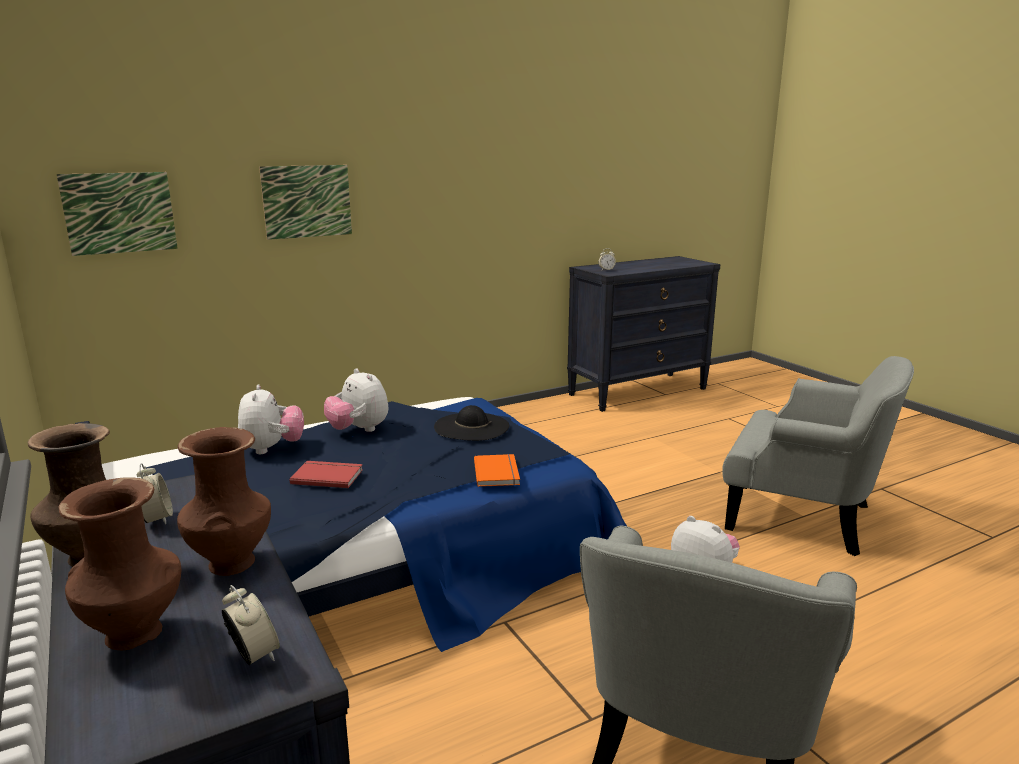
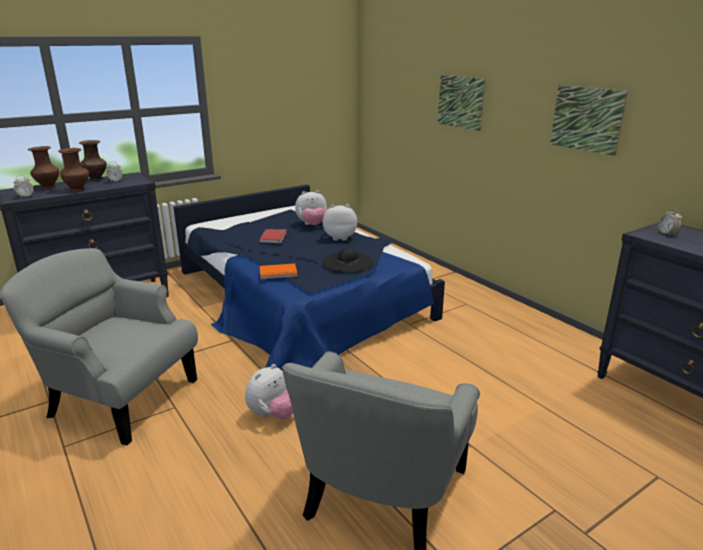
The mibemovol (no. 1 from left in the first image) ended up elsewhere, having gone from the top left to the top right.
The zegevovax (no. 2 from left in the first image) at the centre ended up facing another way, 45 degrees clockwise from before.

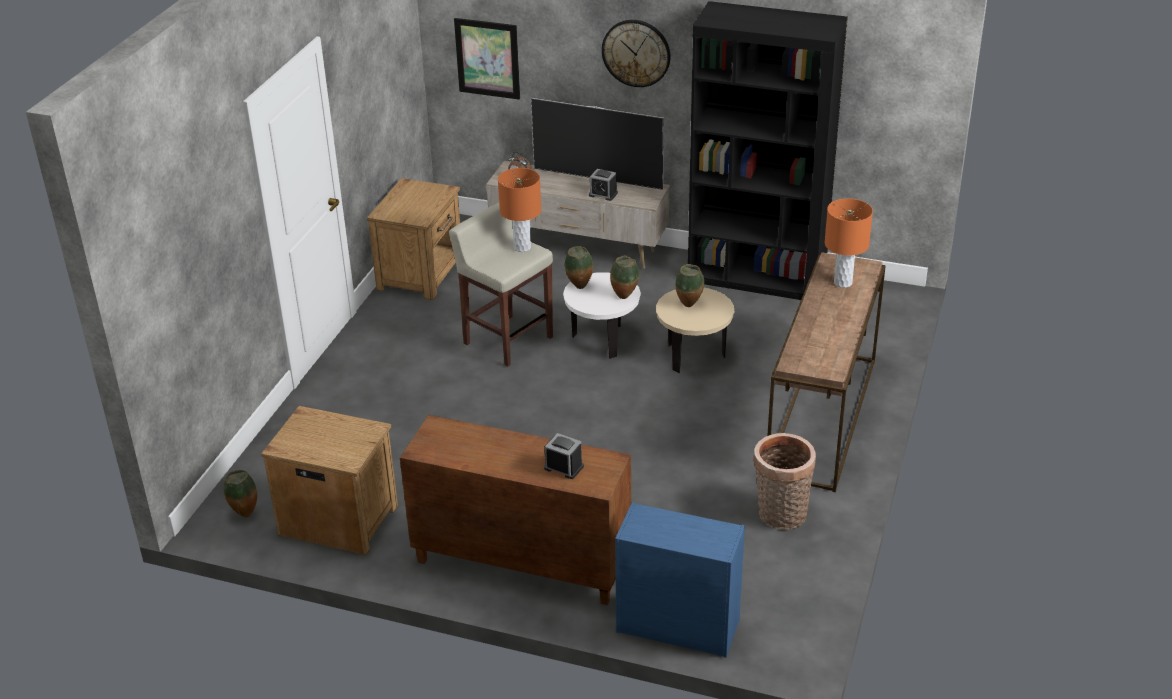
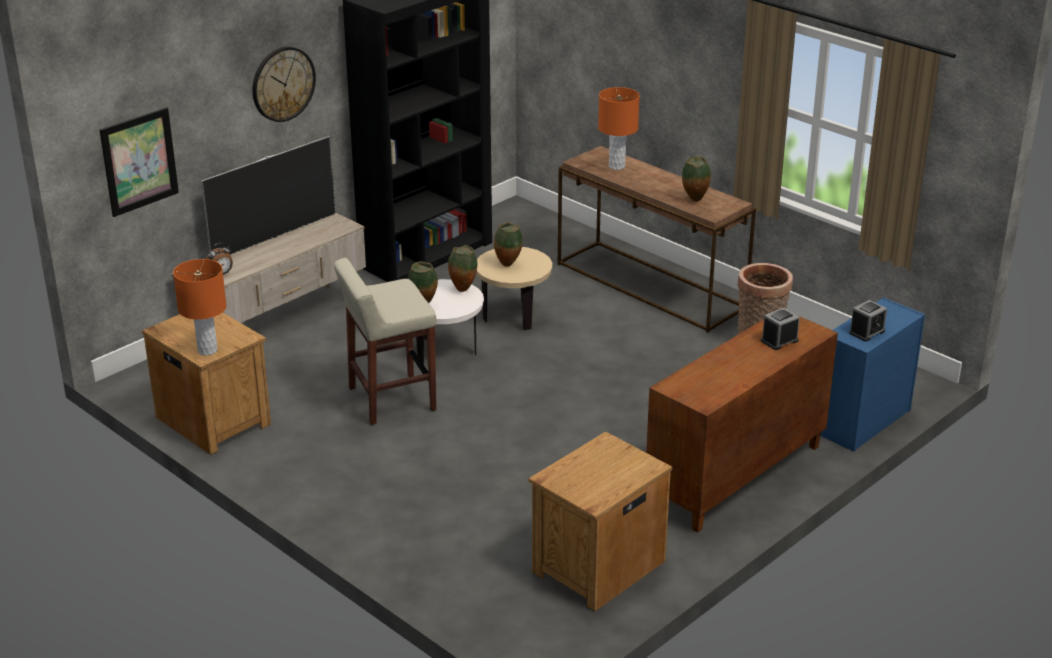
The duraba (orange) (no. 1 from left) ended up elsewhere, having gone from the top centre to the middle left.
The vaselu (no. 3 from left) ended up elsewhere, having gone from the top centre to the middle right.
The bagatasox (no. 1 from left in the first image) ended up elsewhere, having gone from the bottom left to the top centre.

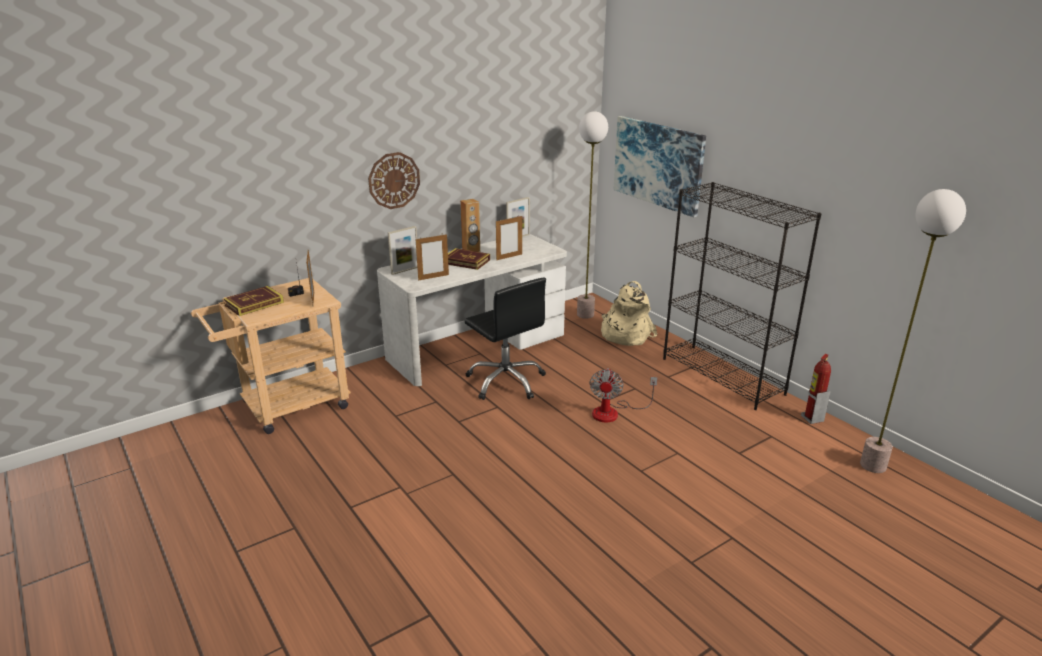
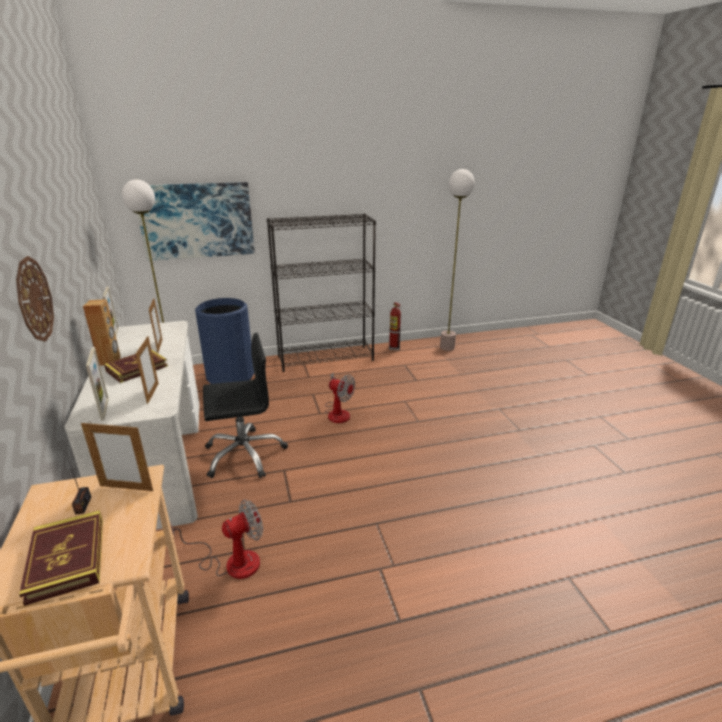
Where the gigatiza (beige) stood at the centre, the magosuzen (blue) came to stand at the middle left.
The second view gained the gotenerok (no. 1 from left) at the bottom left.

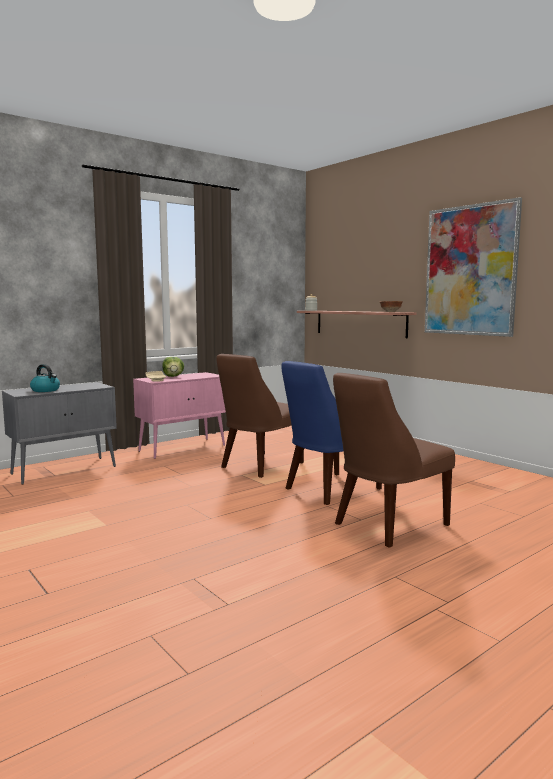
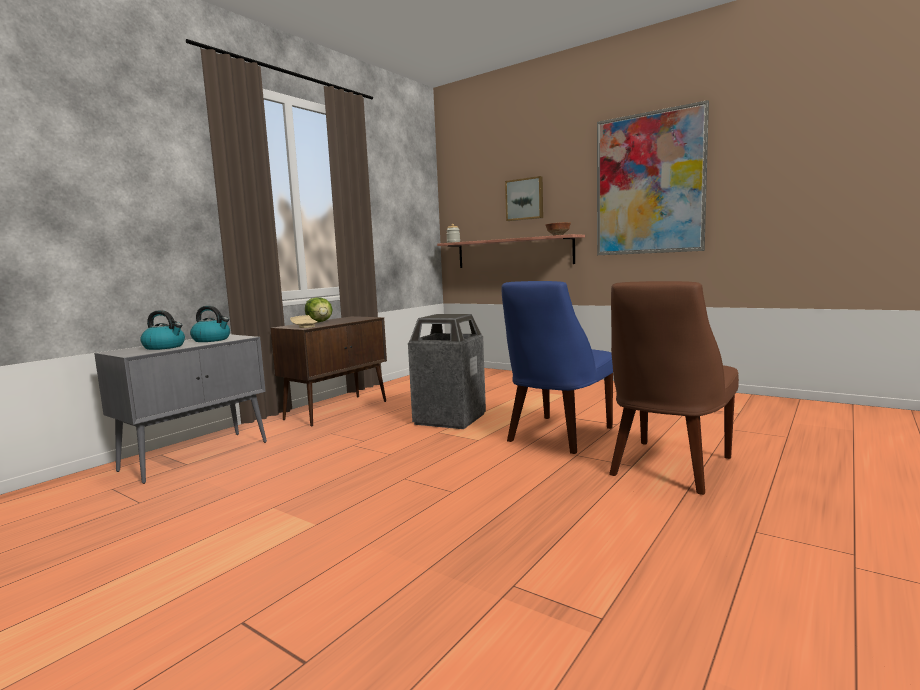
Where the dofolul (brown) (no. 1 from left) stood at the centre, the magosuzen came to stand at the centre.
What was the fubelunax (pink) at the middle left turned into the fubelunax (brown) at the centre.
The second view gained the mibemovol (no. 1 from left) at the top centre.
The second view gained the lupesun (no. 2 from left) at the middle left.

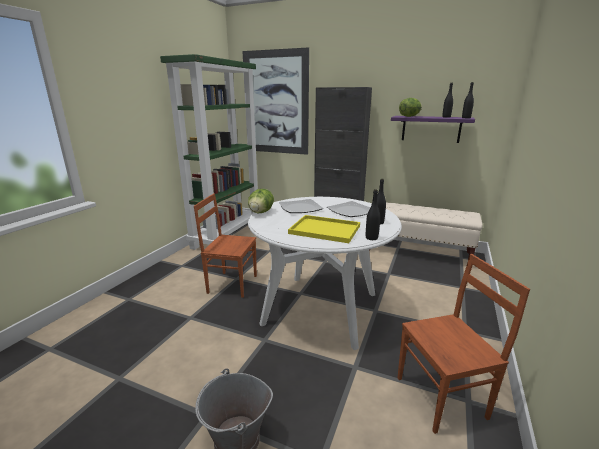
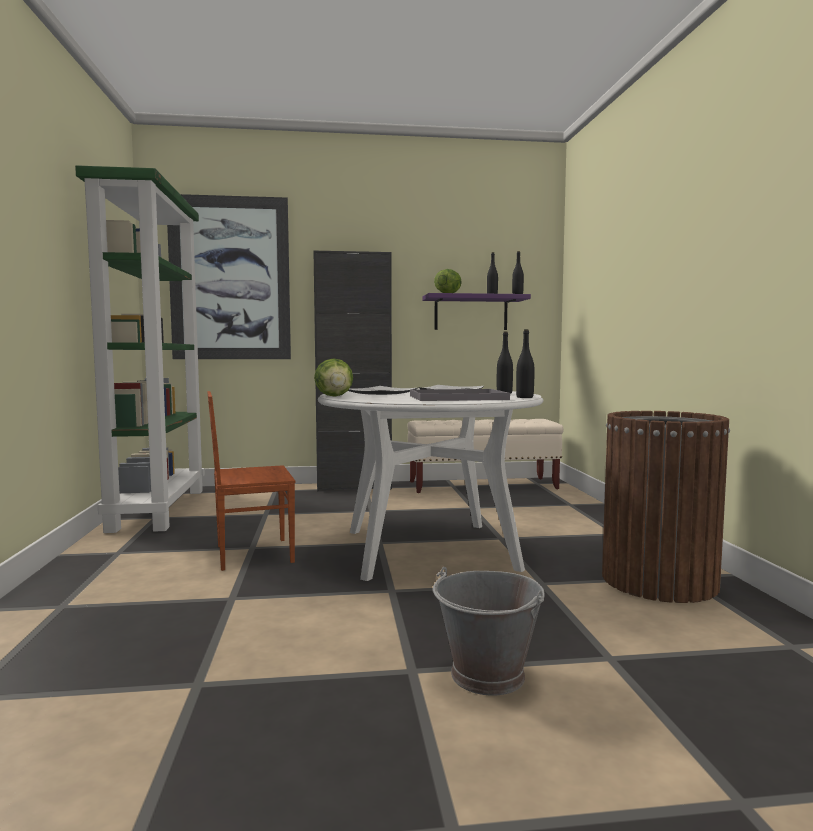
What was the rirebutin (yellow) at the centre turned into the rirebutin (grey) at the centre.
Where the dofolul (brown) (no. 2 from left) stood at the bottom right, the magosuzen (brown) came to stand at the middle right.

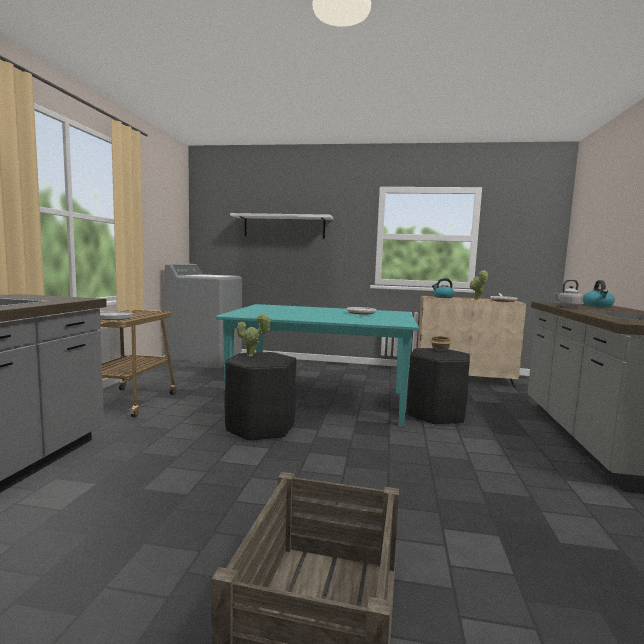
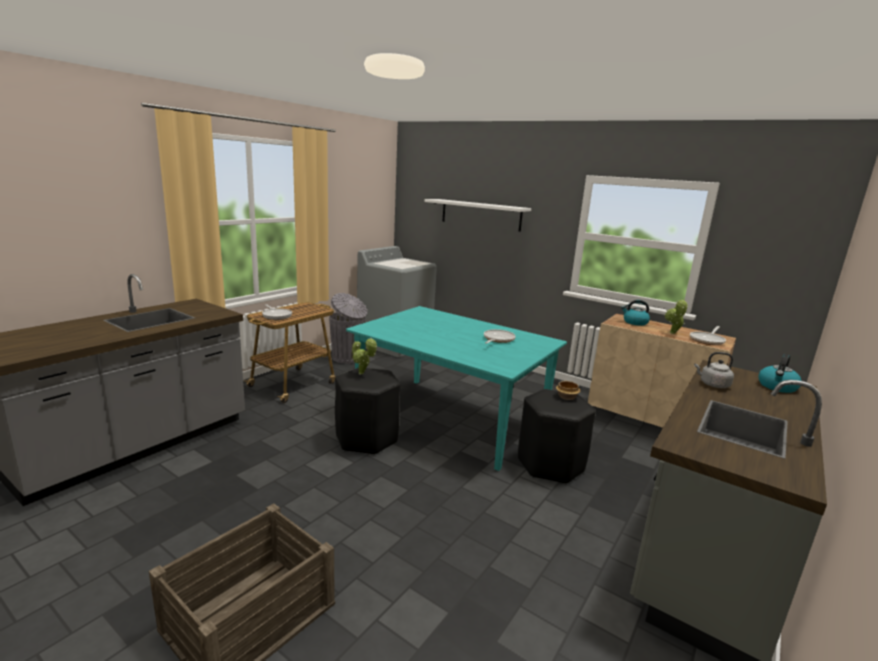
The second view gained the magosuzen (grey) at the centre.

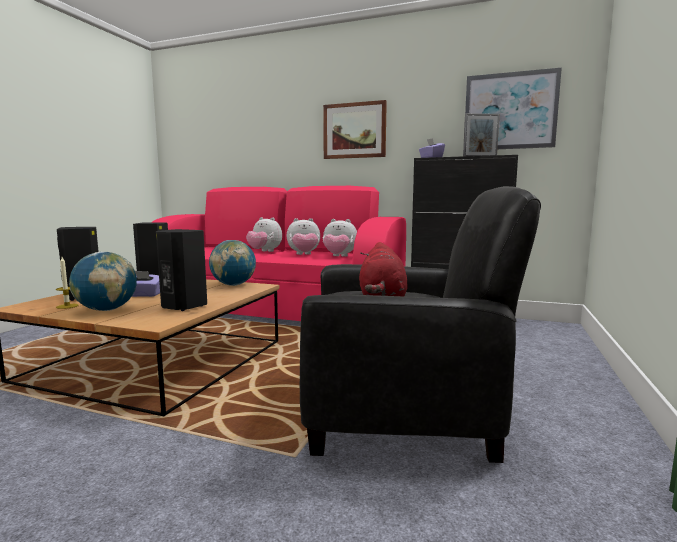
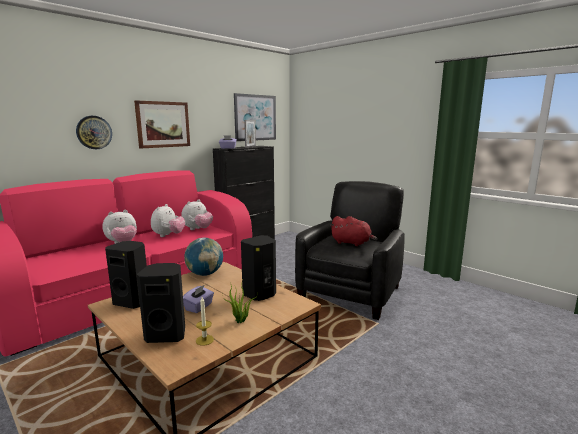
Where the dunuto (no. 1 from left) stood at the middle left, the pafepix came to stand at the bottom centre.
The second view gained the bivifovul at the top left.

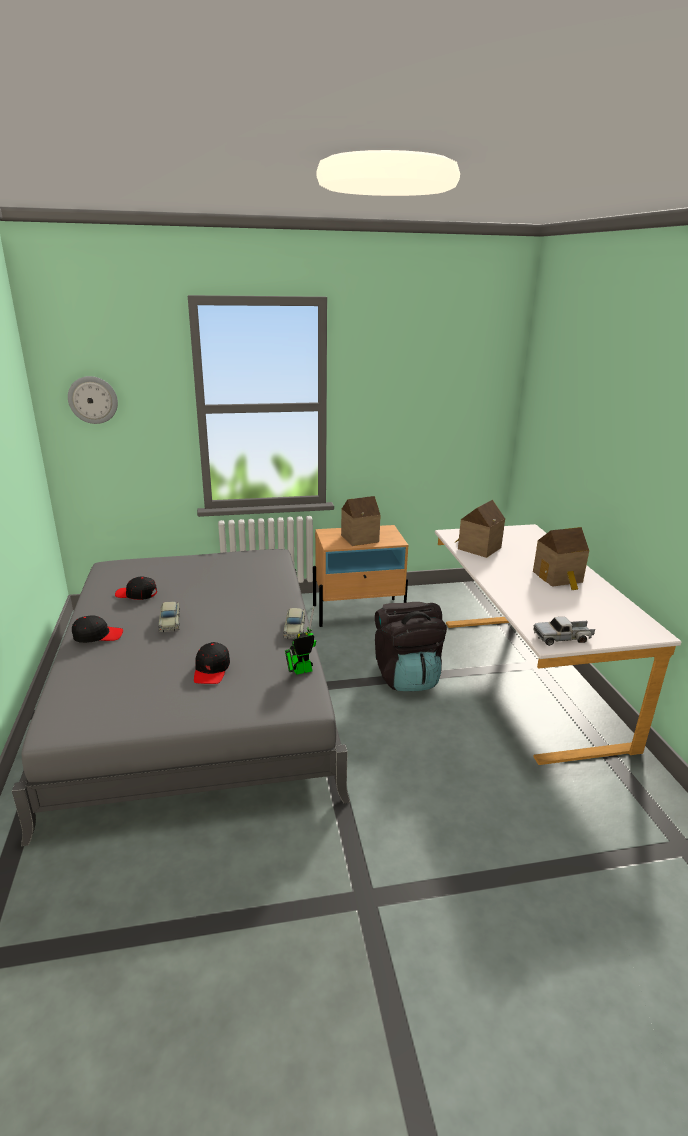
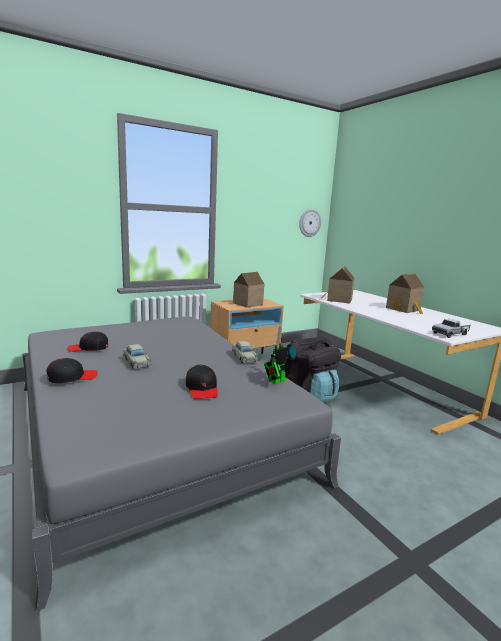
The bivifovul ended up elsewhere, having gone from the middle left to the centre.

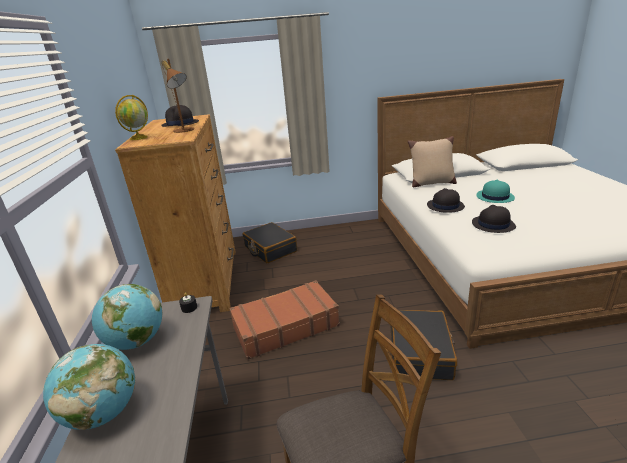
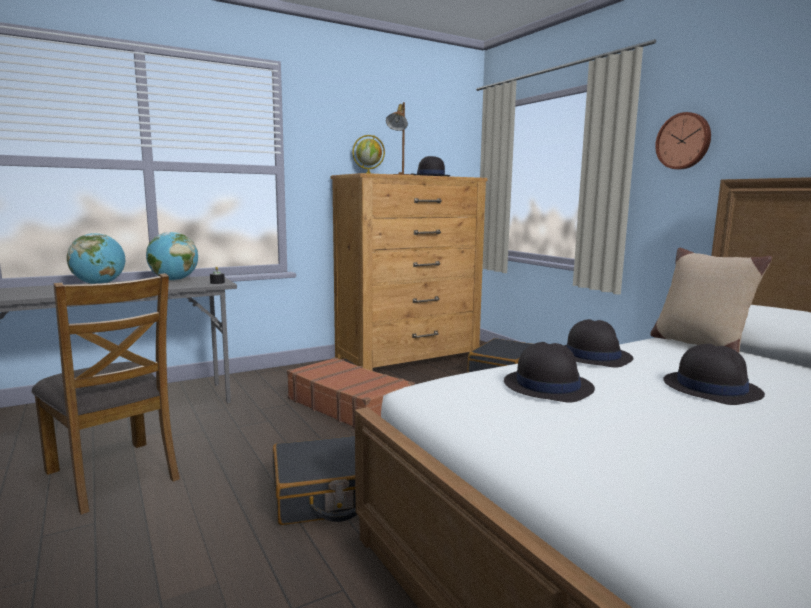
What was the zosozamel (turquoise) at the middle right turned into the zosozamel (black) (no. 4 from left) at the middle right.
The second view gained the bivifovul at the top right.

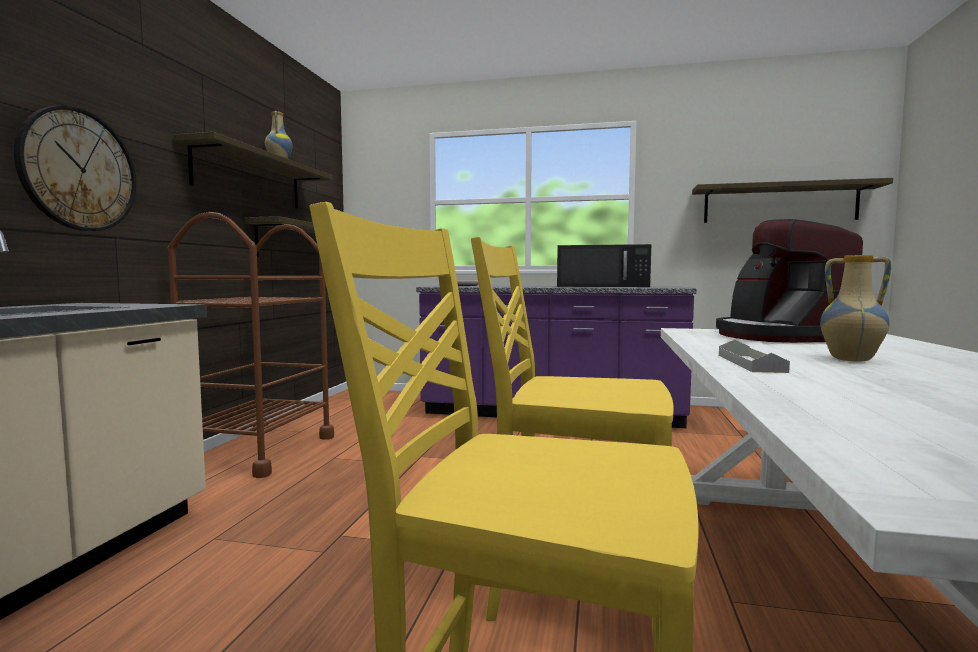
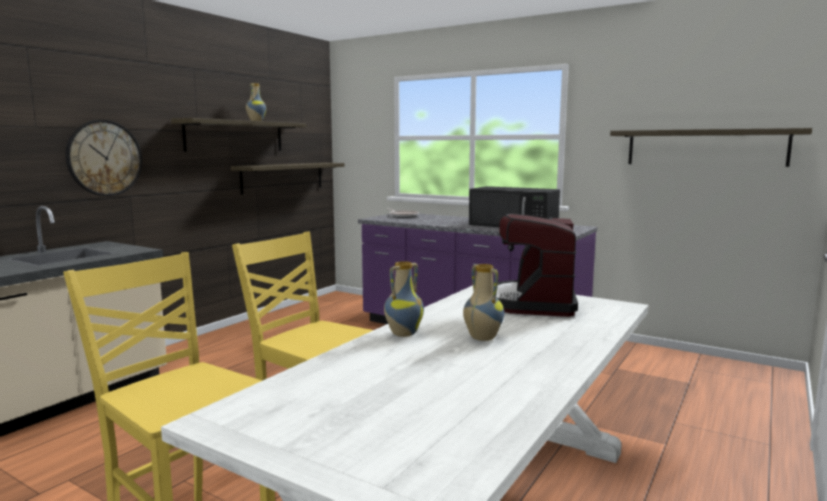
The second view lost the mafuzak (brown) at the middle left.
Where the rirebutin (grey) stood at the middle right, the bagatasox (no. 2 from left) came to stand at the centre.

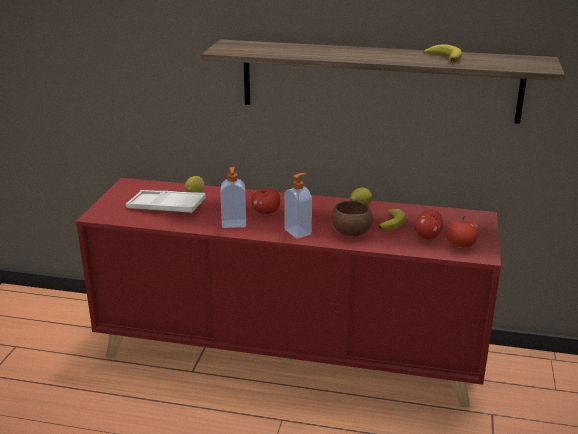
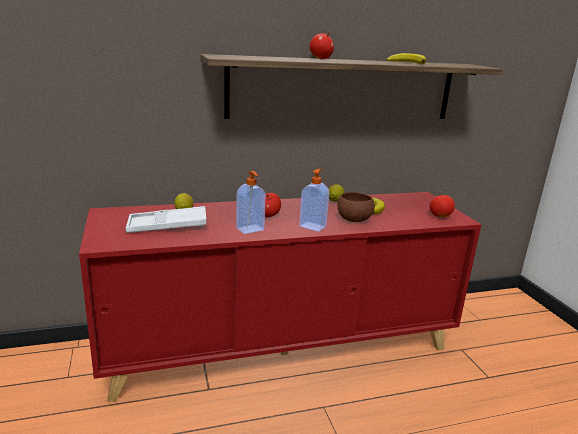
The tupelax (no. 2 from left) ended up elsewhere, having gone from the middle right to the top centre.

